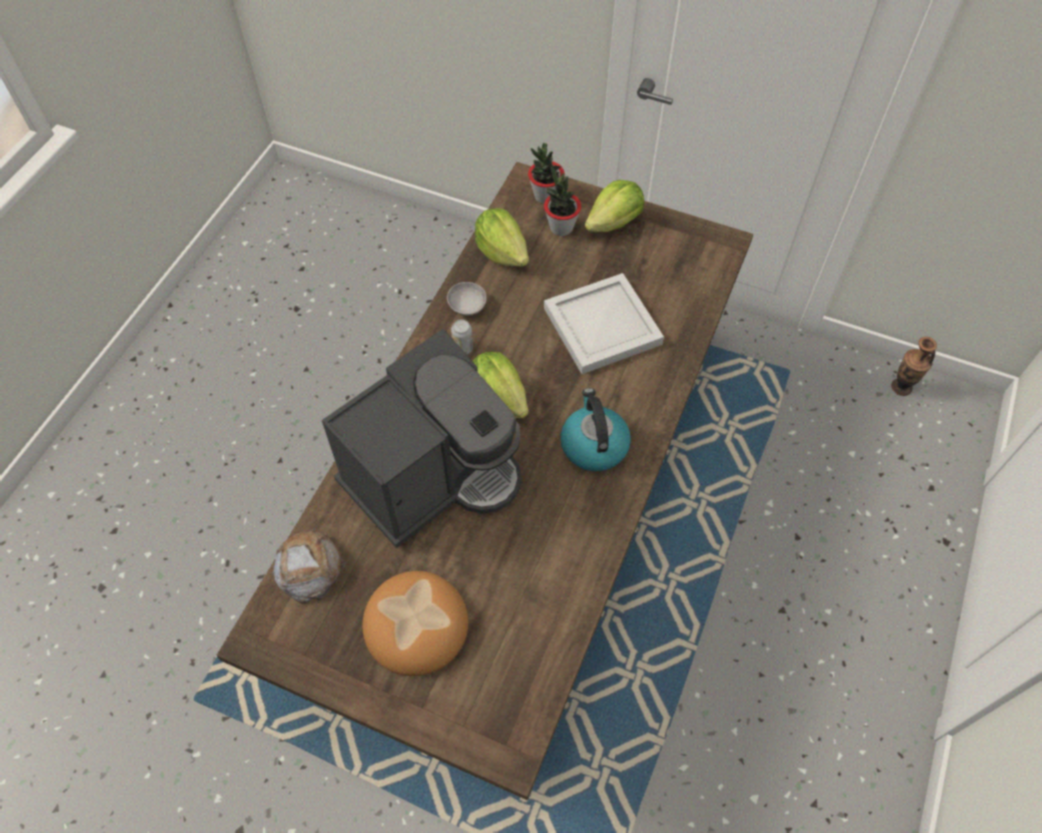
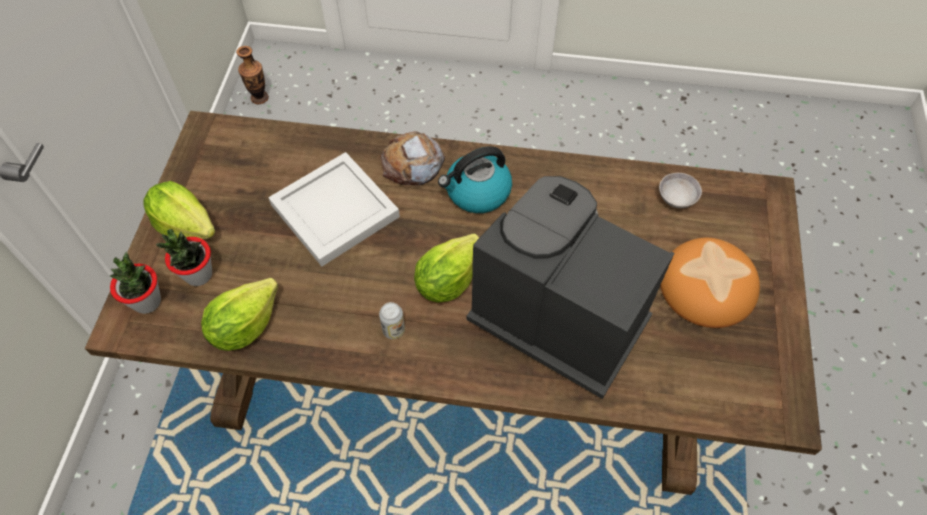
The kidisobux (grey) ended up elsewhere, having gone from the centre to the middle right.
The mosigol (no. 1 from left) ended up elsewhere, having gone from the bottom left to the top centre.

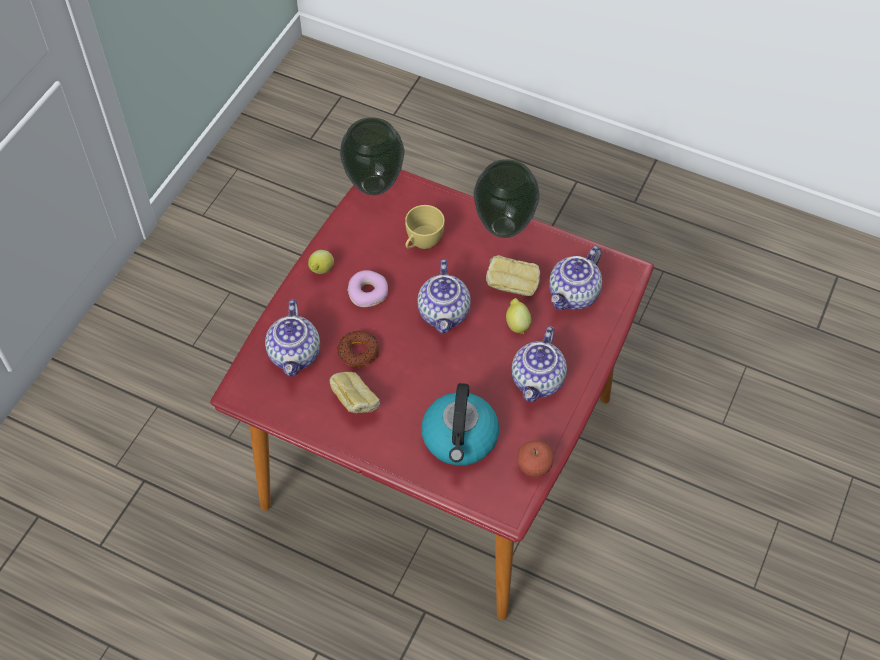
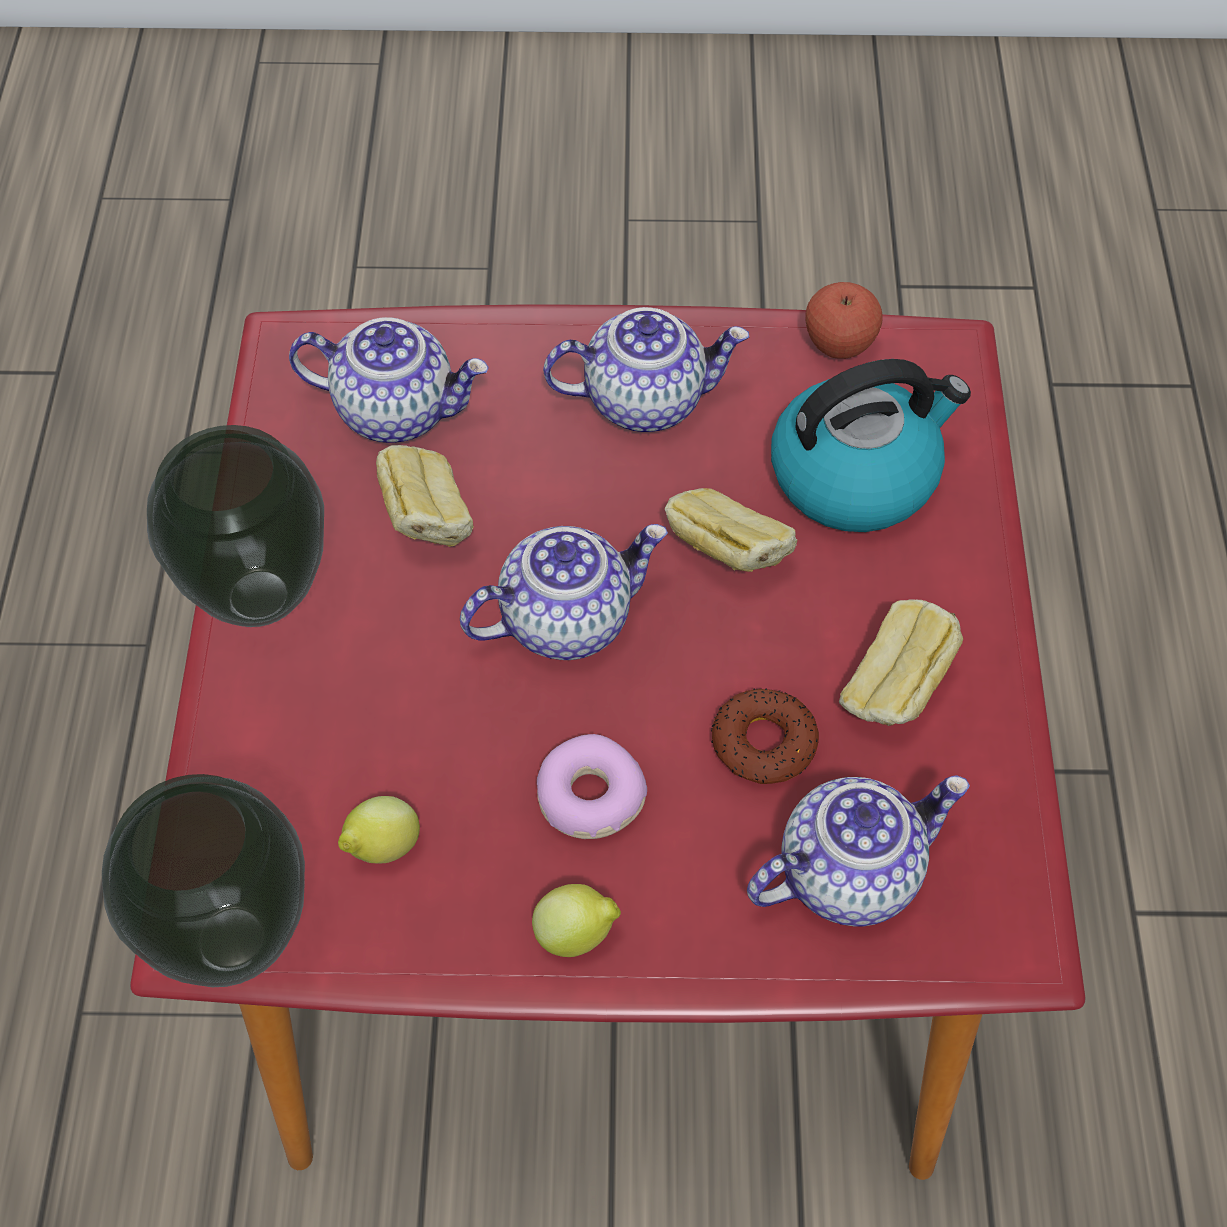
The second view lost the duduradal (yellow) at the centre.
The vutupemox (no. 2 from left in the first image) ended up elsewhere, having gone from the centre to the bottom left.
The second view gained the mosigol (no. 2 from left) at the centre.

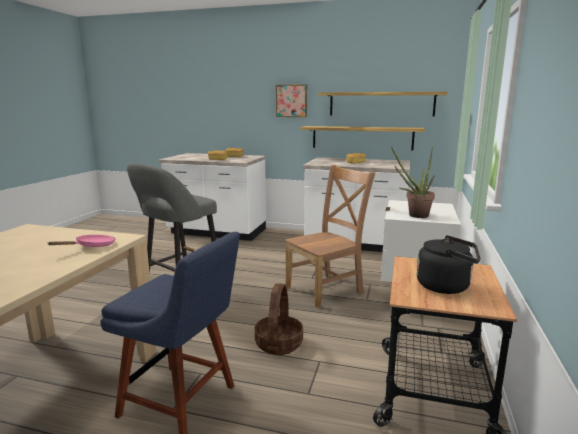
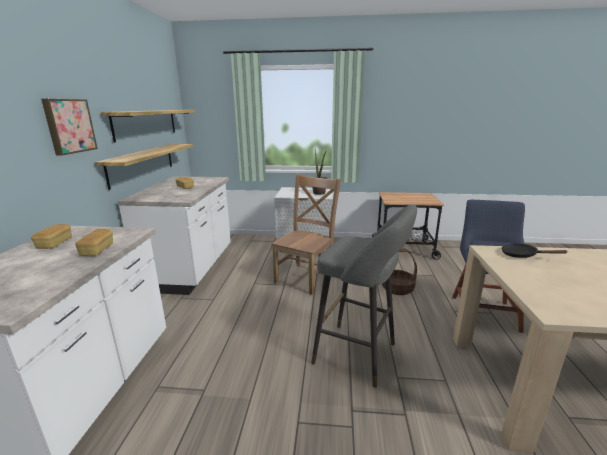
The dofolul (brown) at the centre ended up facing another way, 75 degrees clockwise from before.
What was the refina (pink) at the middle left turned into the refina (black) at the middle right.
The second view lost the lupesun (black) at the middle right.

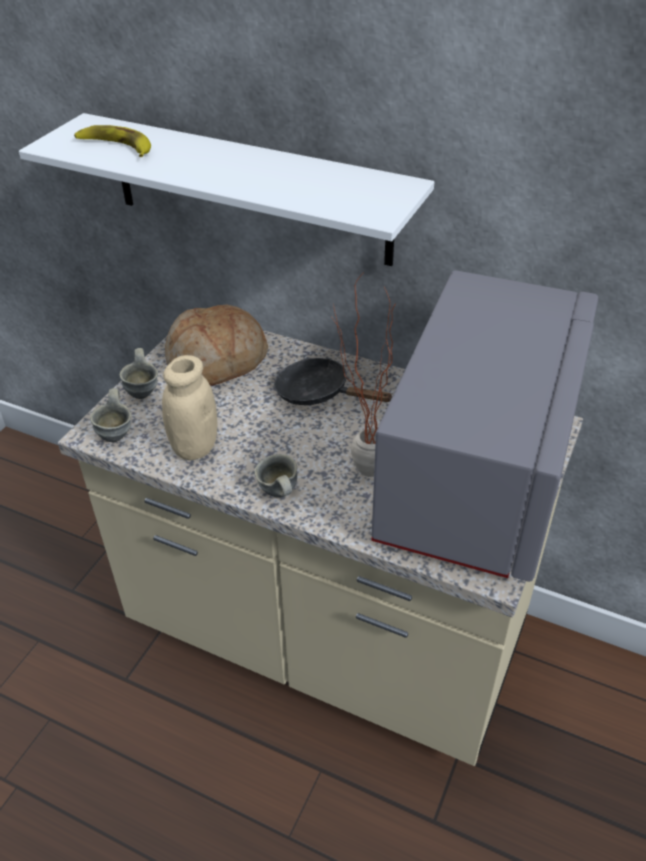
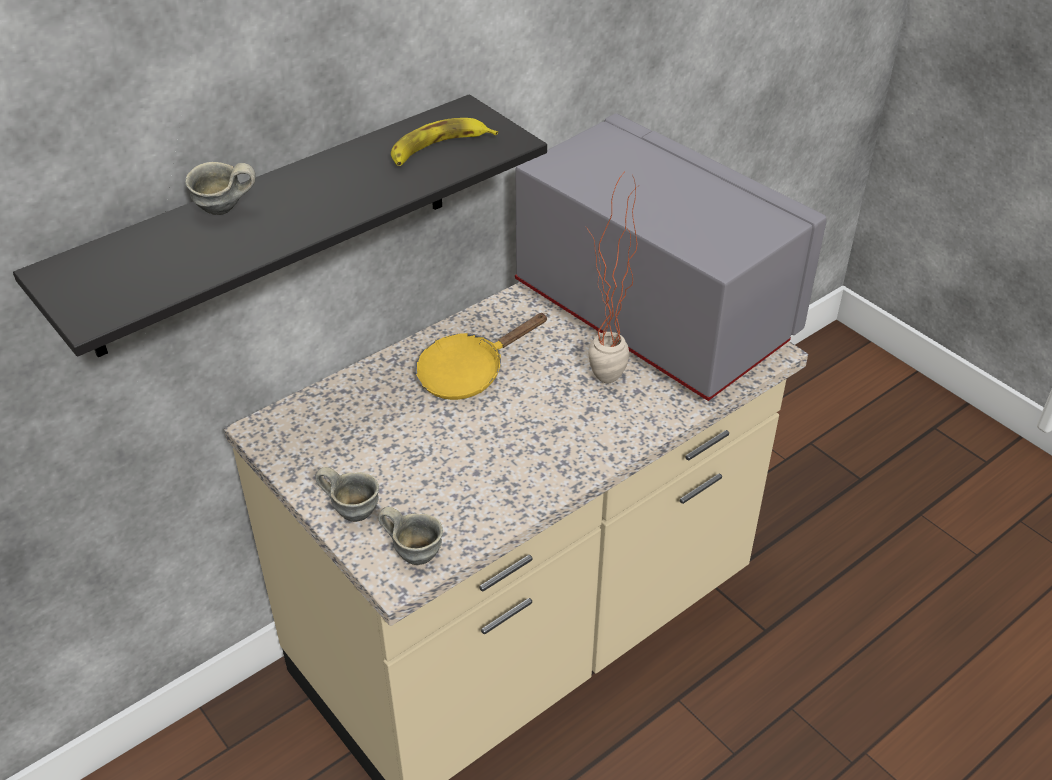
What was the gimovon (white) at the top centre turned into the gimovon (black) at the top left.
The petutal ended up elsewhere, having gone from the top left to the top centre.
The second view lost the mosigol at the centre.
The second view lost the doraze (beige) at the middle left.
What was the refina (black) at the centre turned into the refina (yellow) at the centre.
The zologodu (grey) (no. 3 from left in the first image) ended up elsewhere, having gone from the centre to the top left.

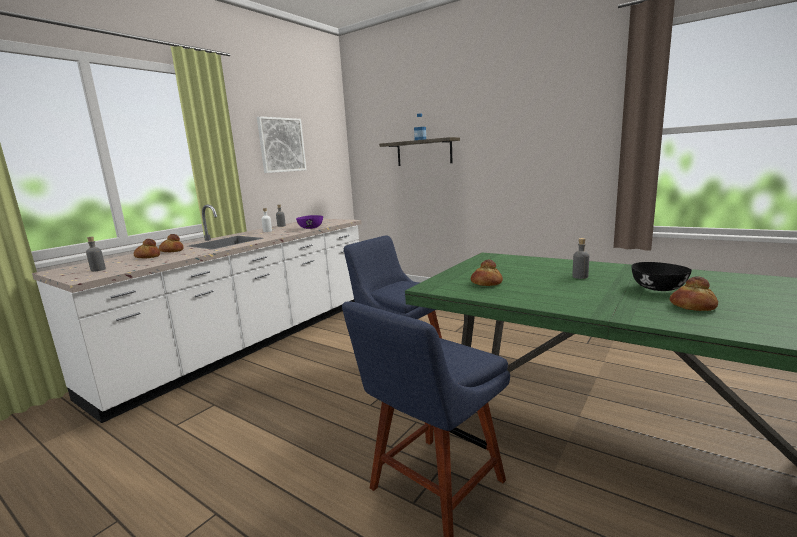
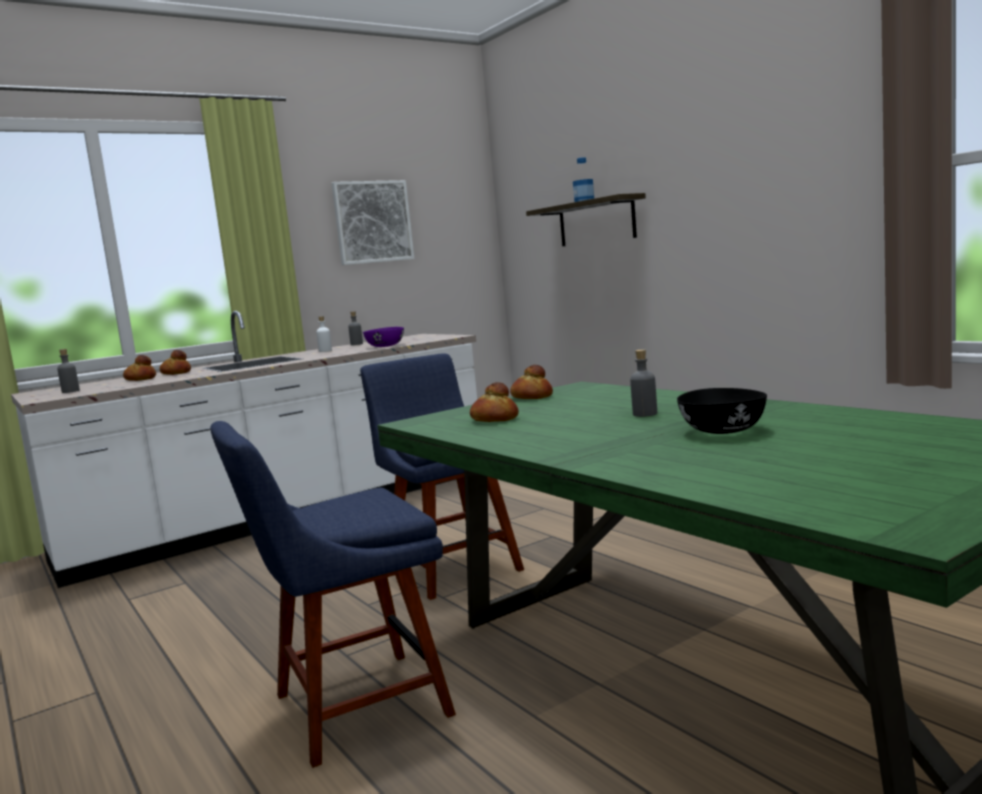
The mosigol (no. 4 from left) ended up elsewhere, having gone from the middle right to the centre.

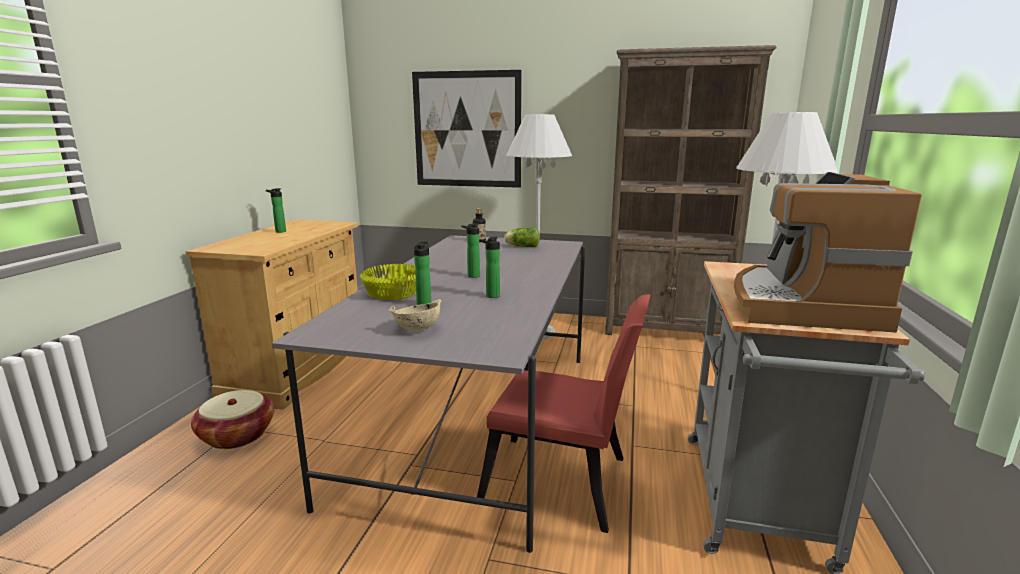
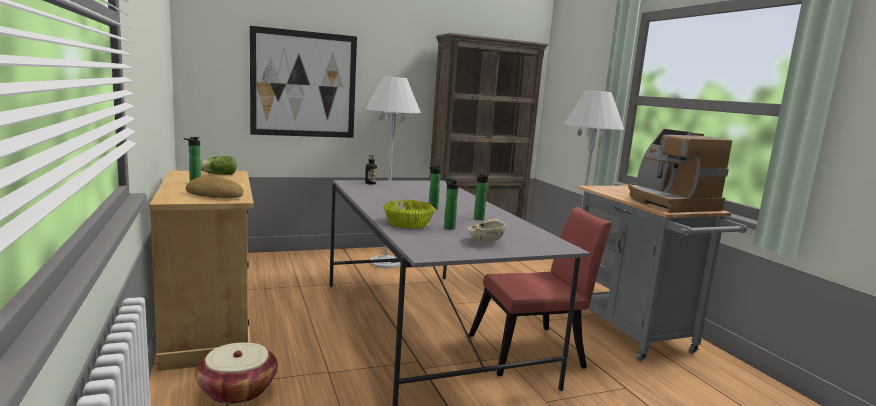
The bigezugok ended up elsewhere, having gone from the centre to the middle left.
The second view gained the mosigol at the middle left.

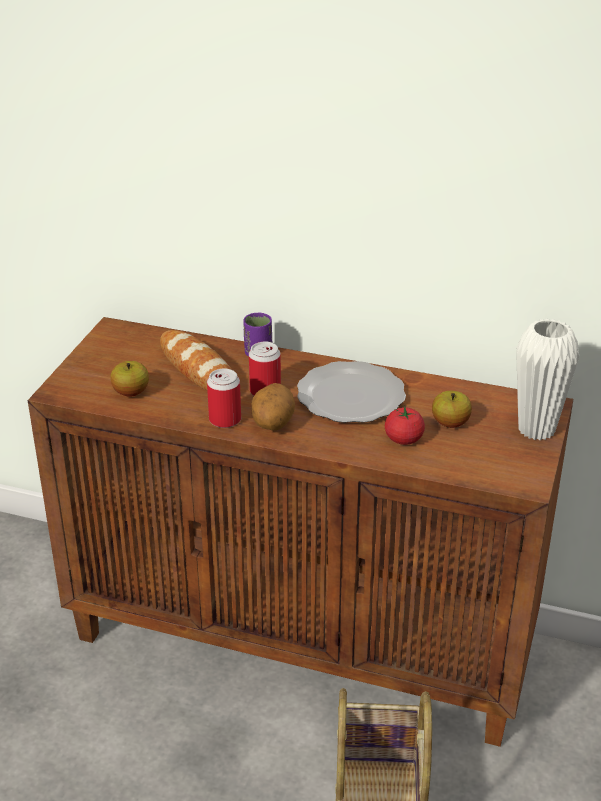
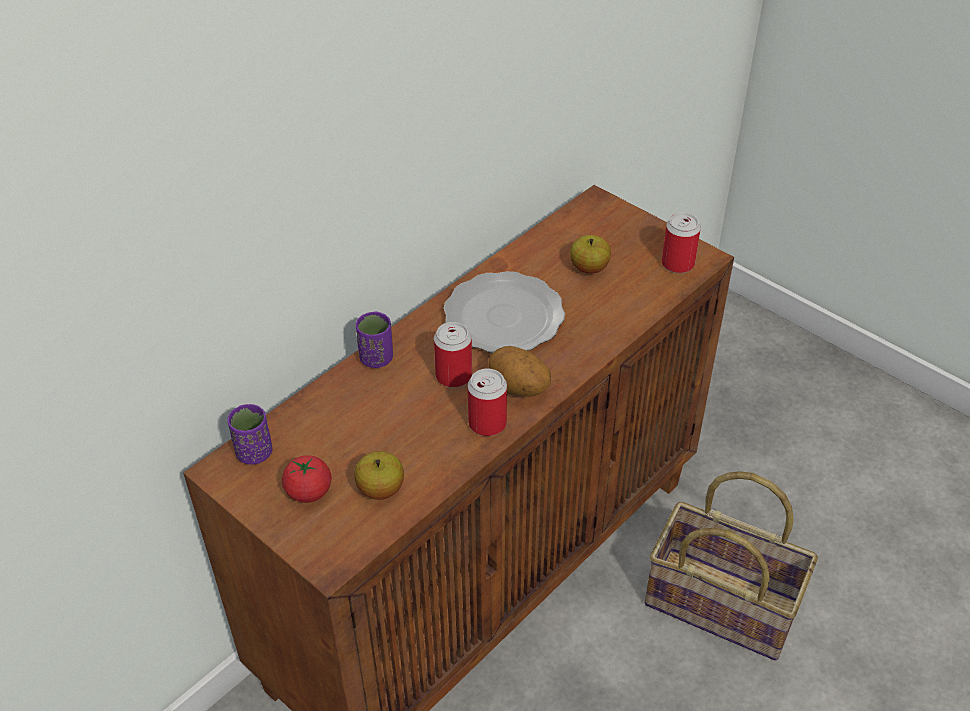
The second view lost the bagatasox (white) at the middle right.
The second view lost the mosigol at the middle left.
The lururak ended up elsewhere, having gone from the middle right to the bottom left.
The second view gained the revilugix (no. 3 from left) at the middle right.
The second view gained the duduradal (purple) (no. 1 from left) at the middle left.

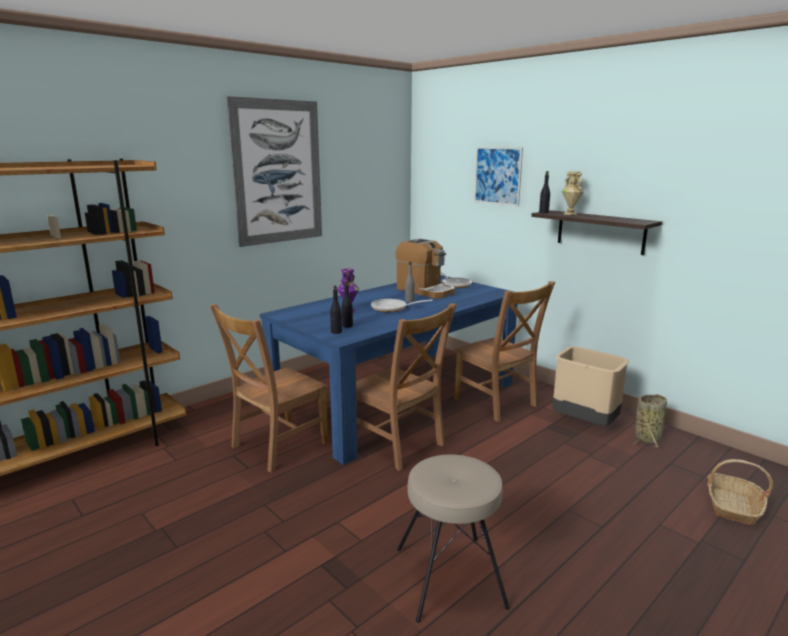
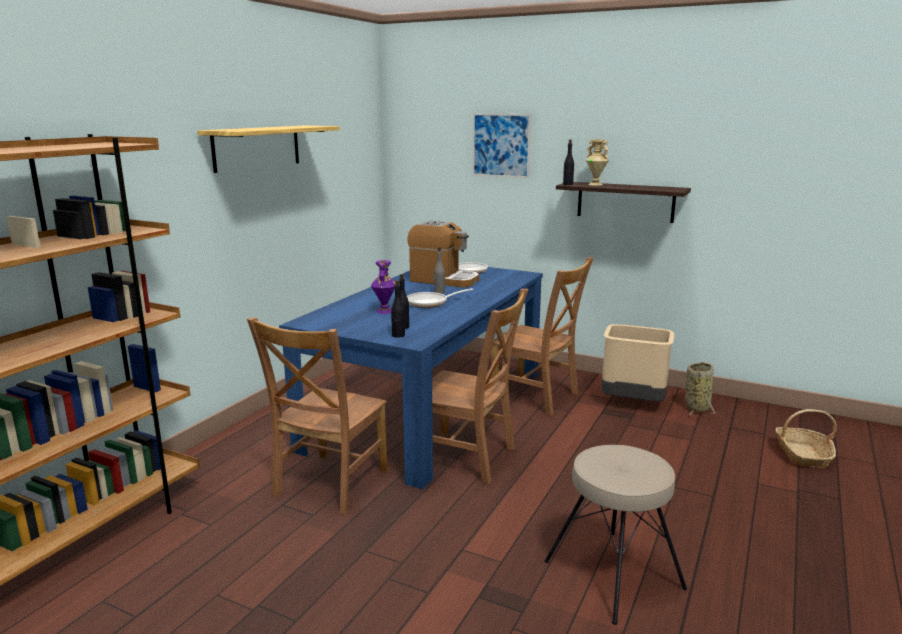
Where the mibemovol (no. 1 from left) hung at the top centre, the gimovon (no. 1 from left) came to hang at the top left.

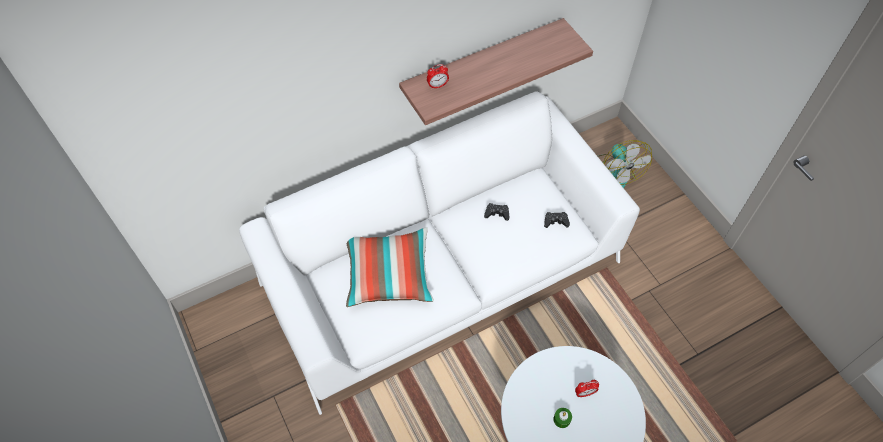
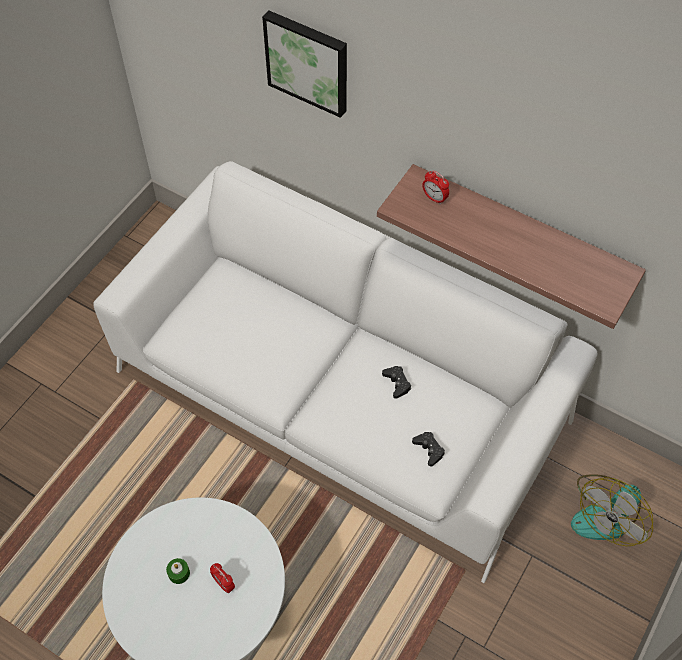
The second view lost the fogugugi at the centre.
The second view gained the mibemovol at the top centre.

